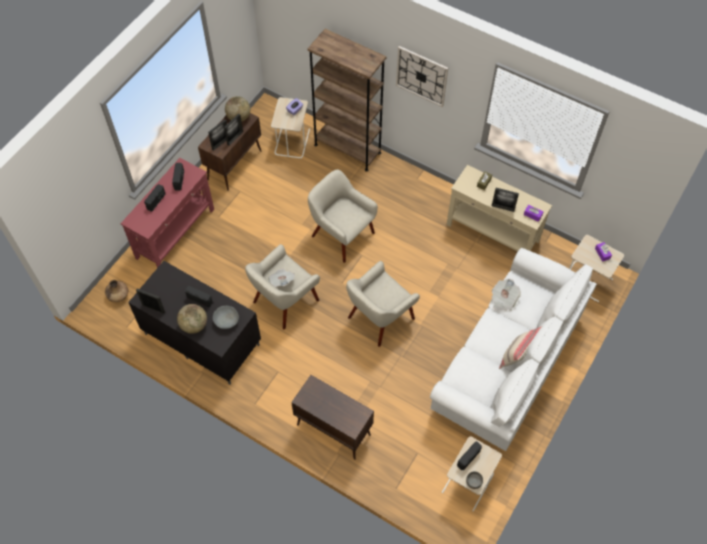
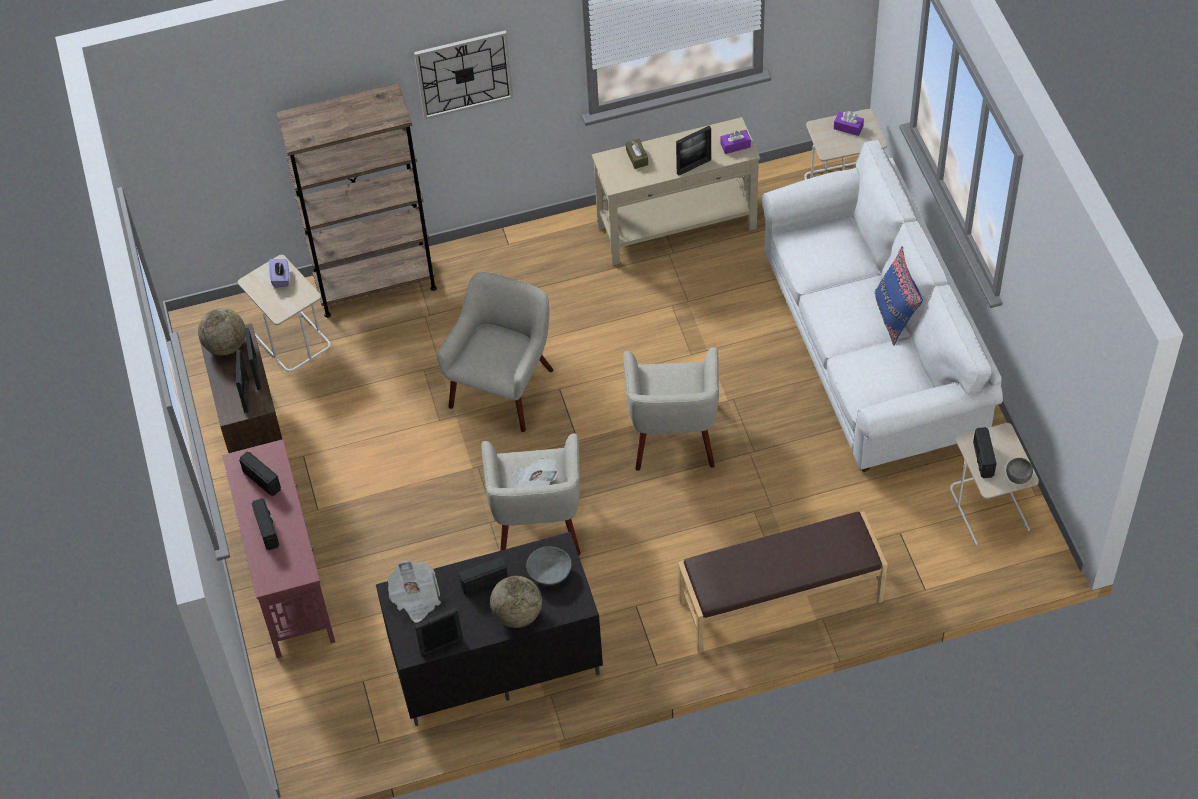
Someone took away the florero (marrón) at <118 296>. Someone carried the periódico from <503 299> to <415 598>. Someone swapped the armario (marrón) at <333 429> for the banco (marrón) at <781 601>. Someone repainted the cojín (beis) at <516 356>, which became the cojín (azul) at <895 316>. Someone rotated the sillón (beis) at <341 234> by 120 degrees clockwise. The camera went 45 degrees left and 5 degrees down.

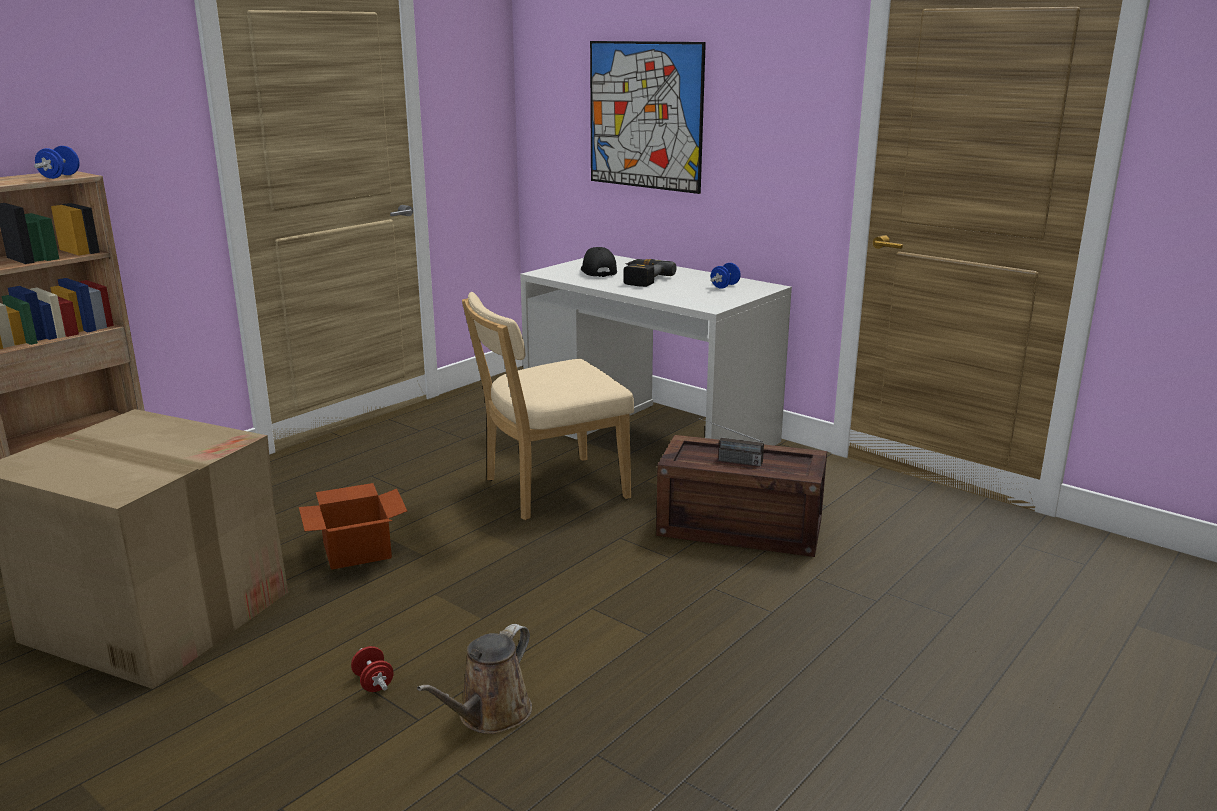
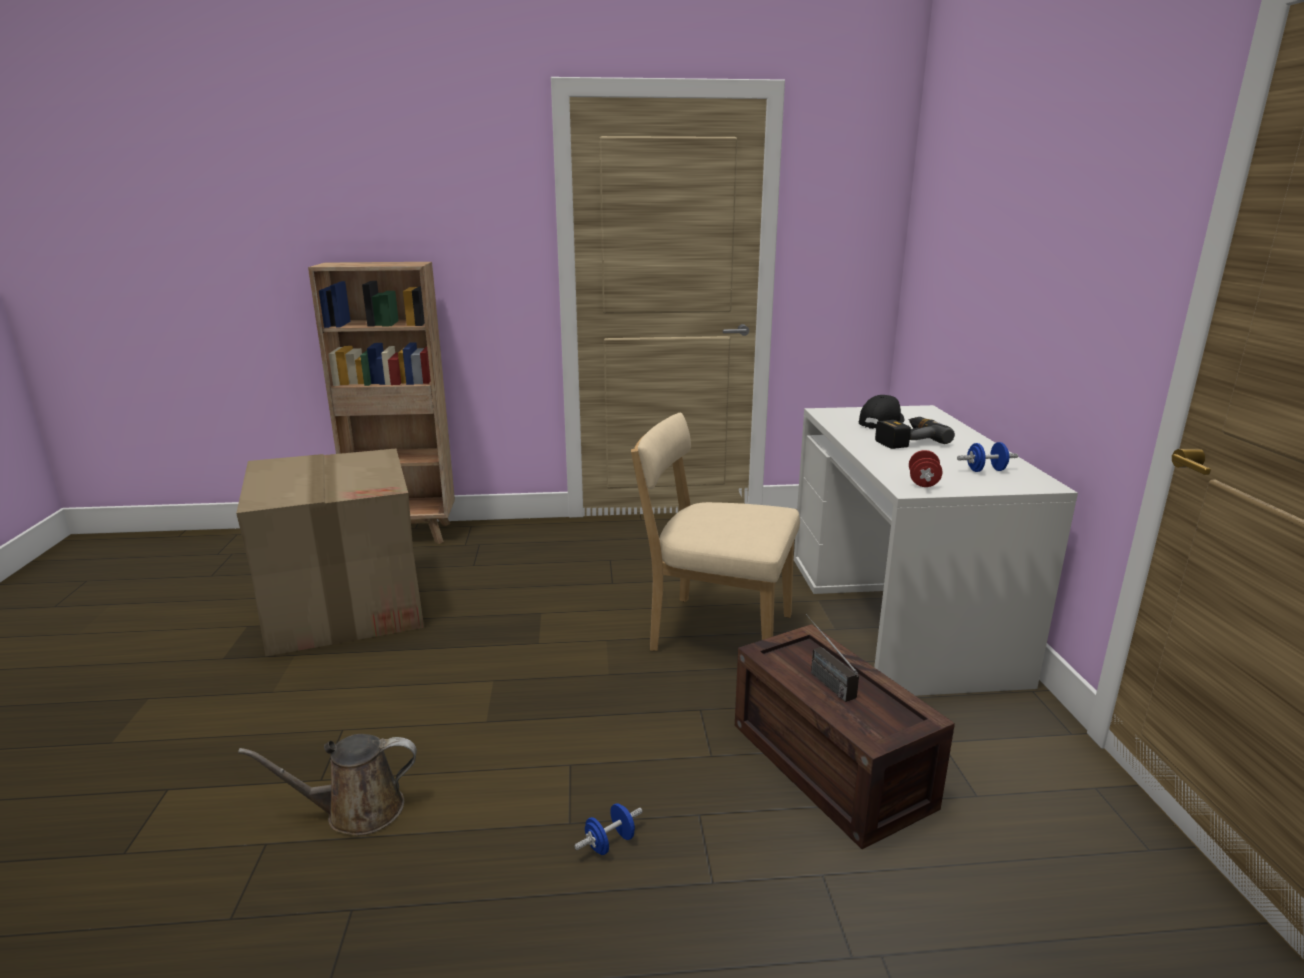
Someone took away the caja de cartón at <358 549>. Someone took away the cuadro at <645 115>. Someone carried the mancuerna (azul) from <60 177> to <610 843>. Someone carried the mancuerna (rojo) from <373 683> to <923 482>. The camera went 45 degrees right and 0 degrees up.

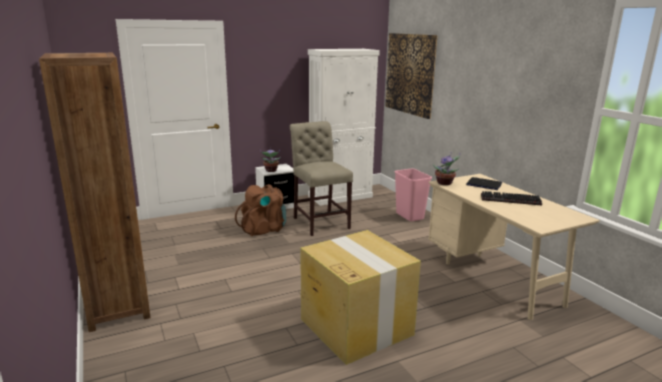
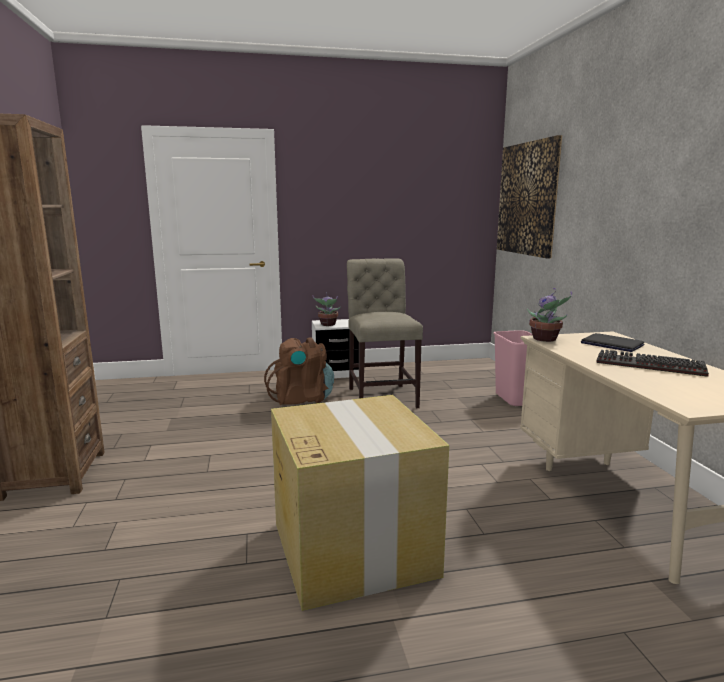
Someone took away the armario (blanco) at <340 196>. The camera went 15 degrees right and 5 degrees down.

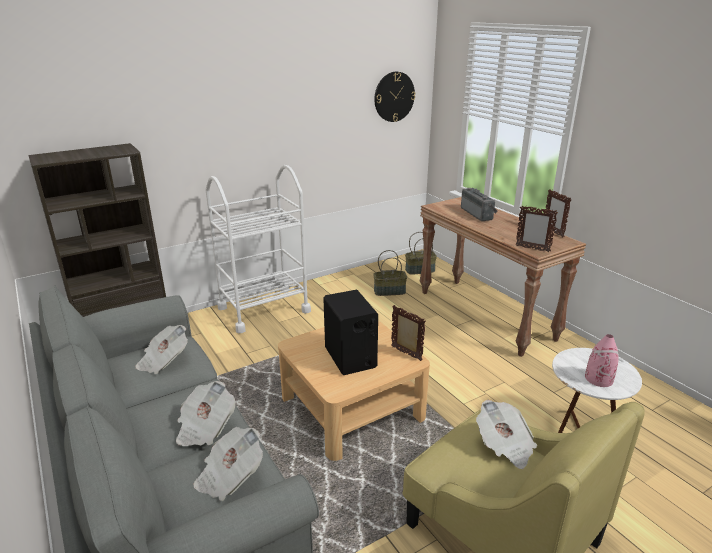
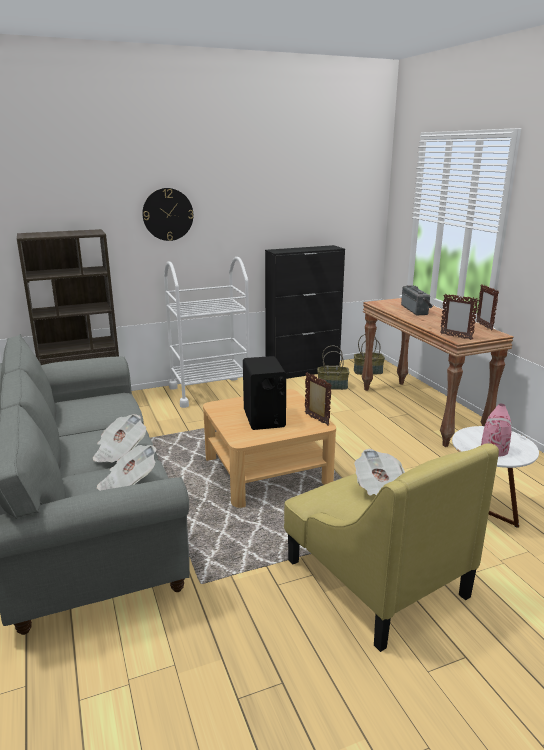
Someone took away the periódico at <163 361>. Someone put down the armario (negro) at <303 371>. Someone carried the reloj de pared from <394 97> to <168 214>. The camera went 10 degrees right and 5 degrees down.

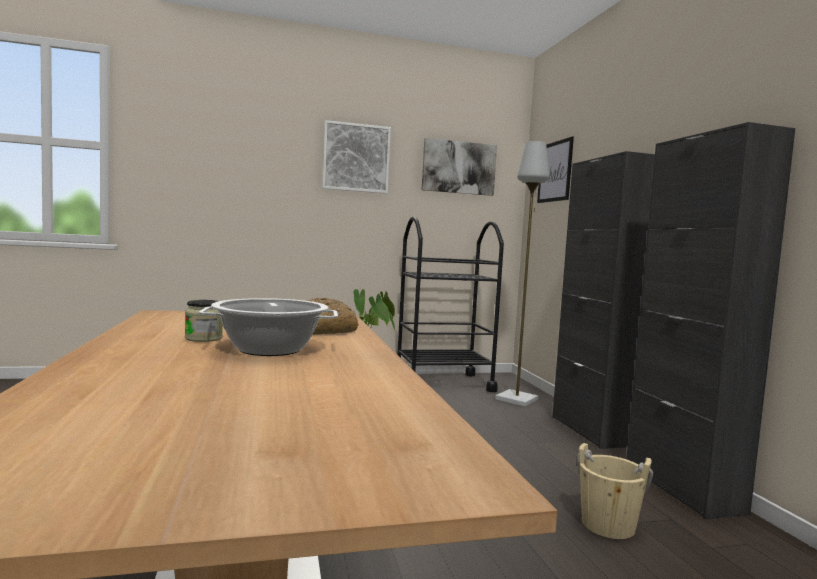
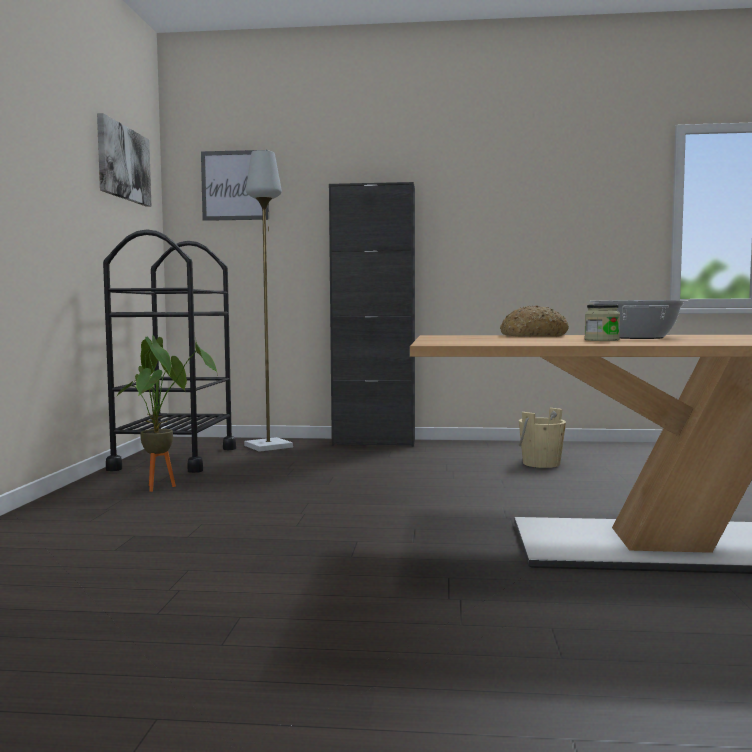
Someone took away the cuadro at <356 158>. Someone took away the armario (negro) at <682 488>. The camera went 70 degrees left and 0 degrees up.

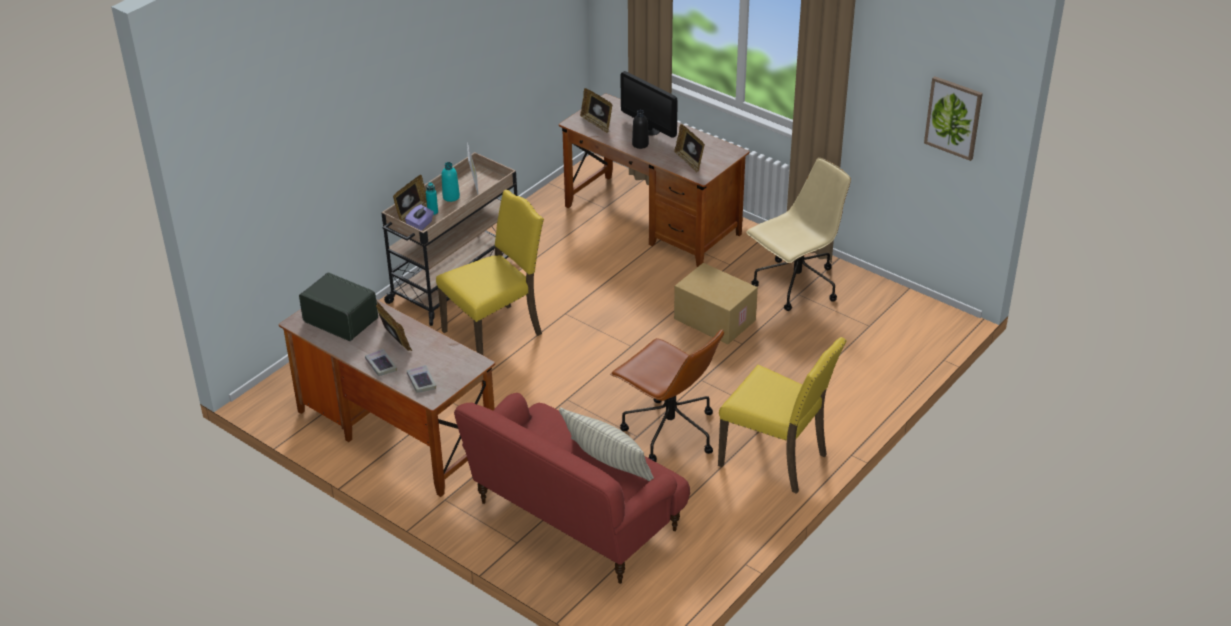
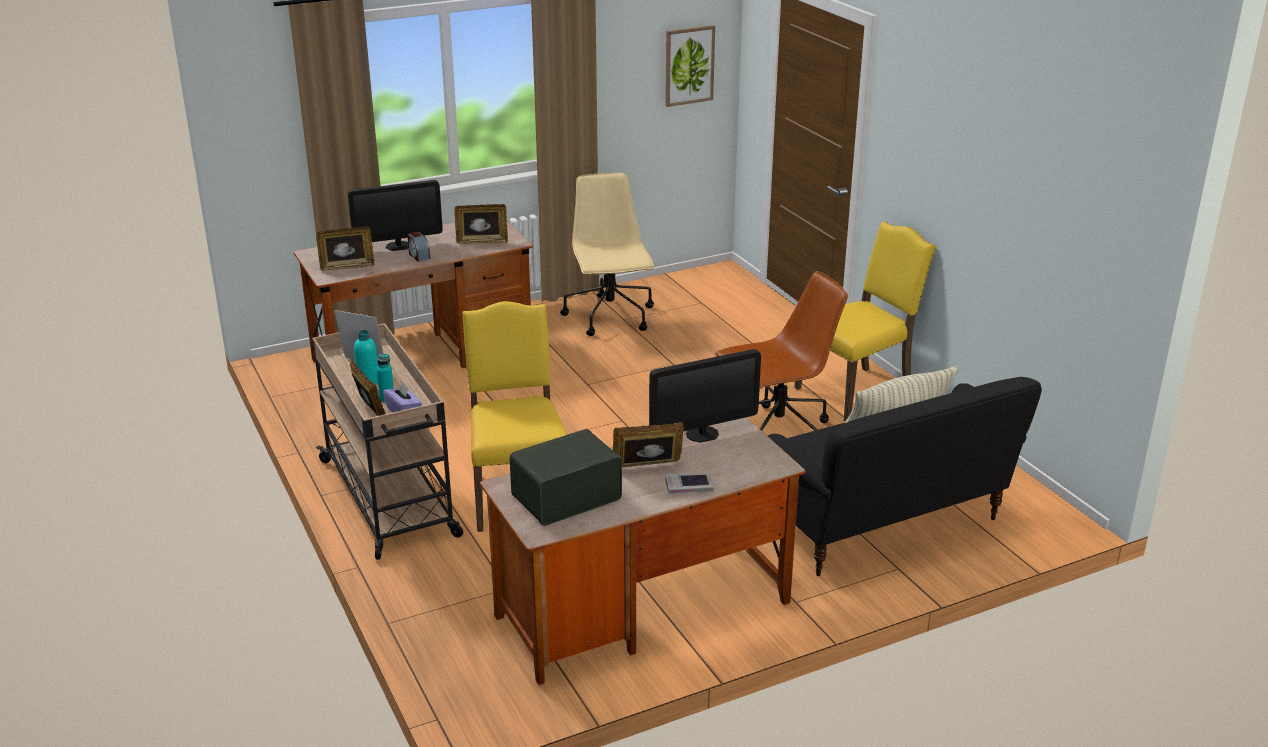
Someone took away the libro at <421 381>. Someone took away the caja de cartón at <713 320>. Someone put down the monitor at <702 434>. Someone swapped the botella (negro) at <640 144> for the despertador at <418 256>. Someone repainted the sofá (rojo) at <575 519>, which became the sofá (negro) at <881 522>. The camera went 65 degrees left and 10 degrees down.

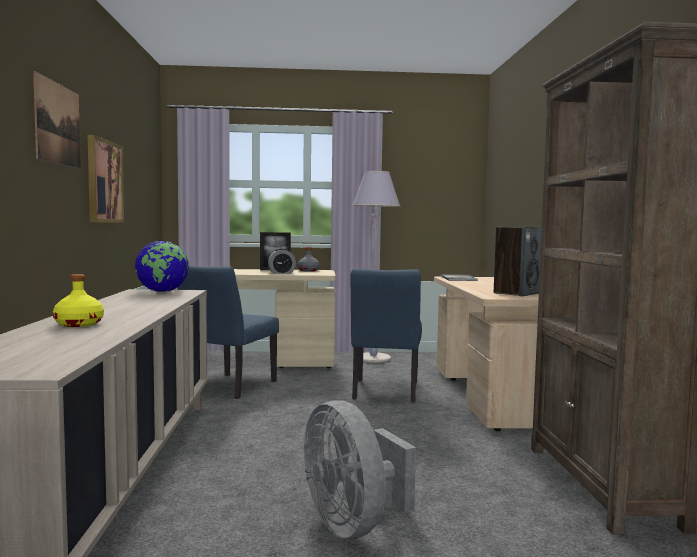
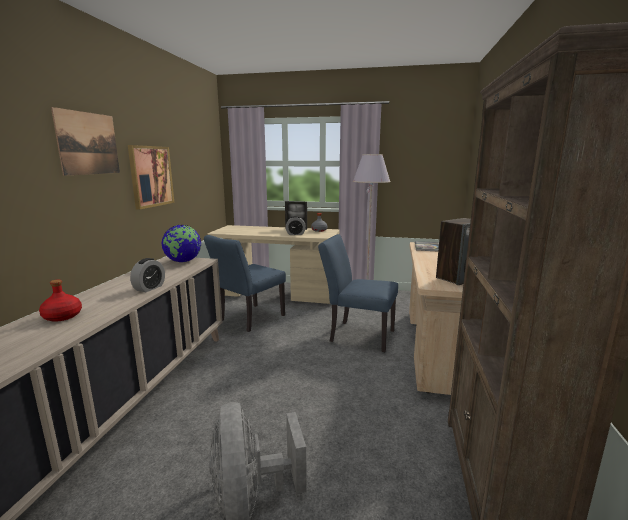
Someone put down the despertador at <149 288>. Someone repainted the botella (amarillo) at <79 324>, which became the botella (rojo) at <63 316>. Someone rotated the silla (azul) at <384 392> by 90 degrees clockwise. The camera went 15 degrees right and 10 degrees up.

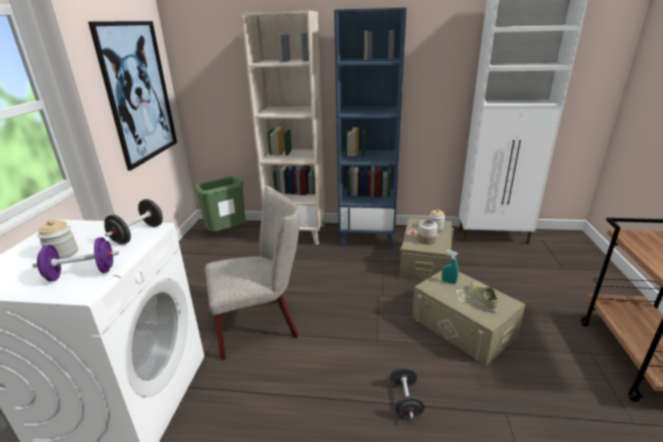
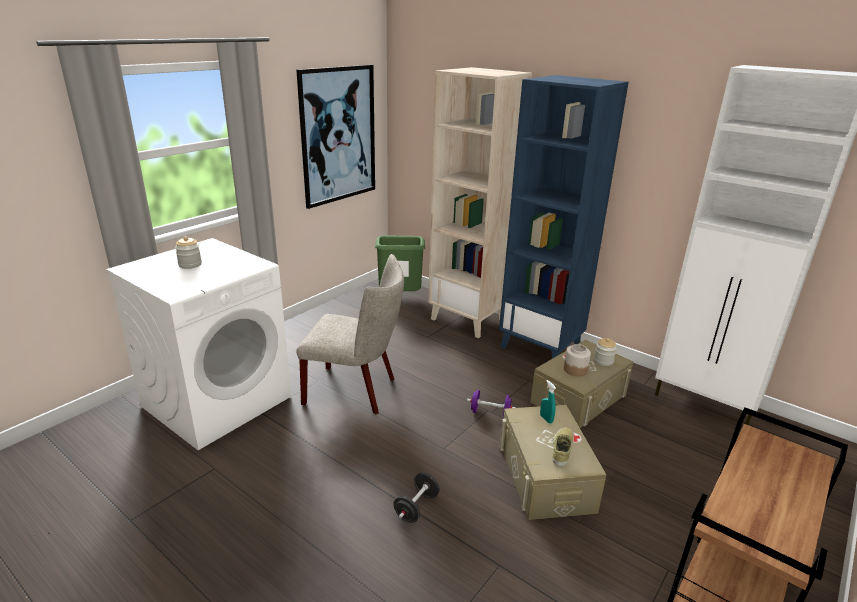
Someone took away the mancuerna (negro) at <138 234>. Someone carried the mancuerna (morado) from <82 274> to <490 413>. The camera went 30 degrees right and 0 degrees up.

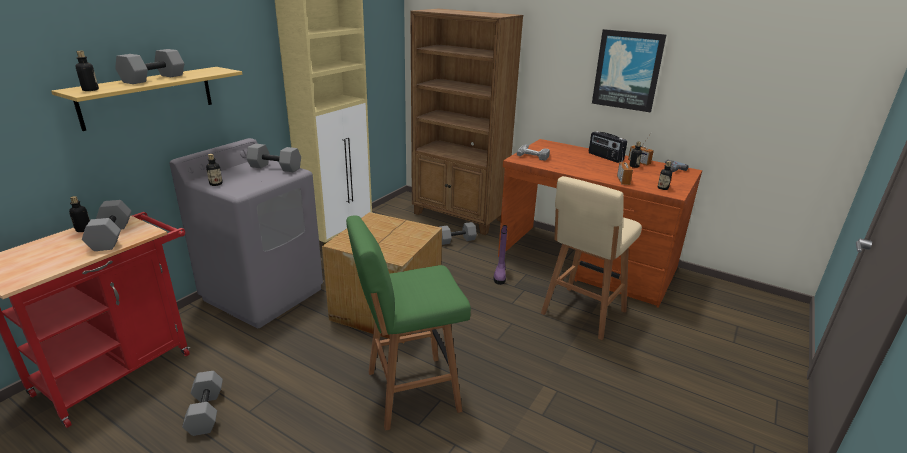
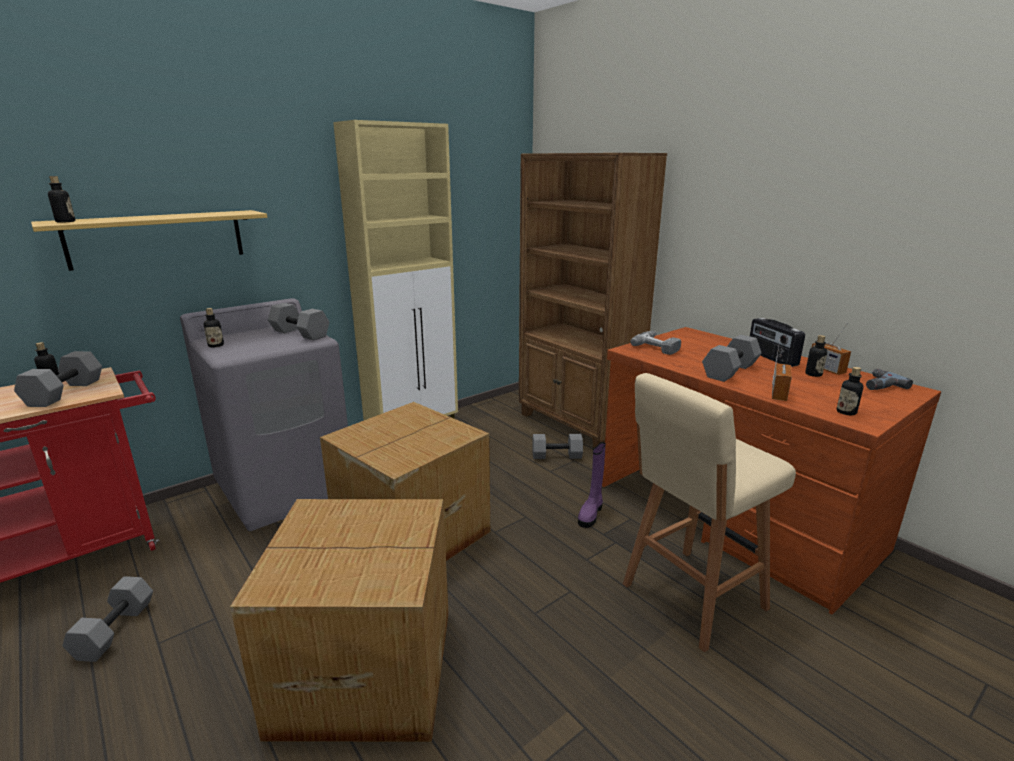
Someone took away the cuadro at <627 70>. Someone carried the mancuerna (gris) from <153 78> to <729 370>. Someone swapped the taburete (verde) at <409 392> for the caja de cartón at <364 667>. The camera went 20 degrees right and 5 degrees down.

